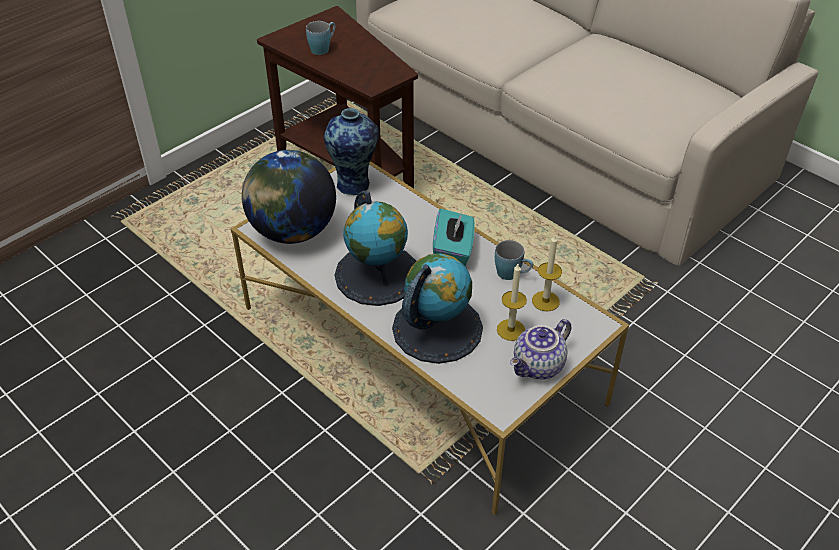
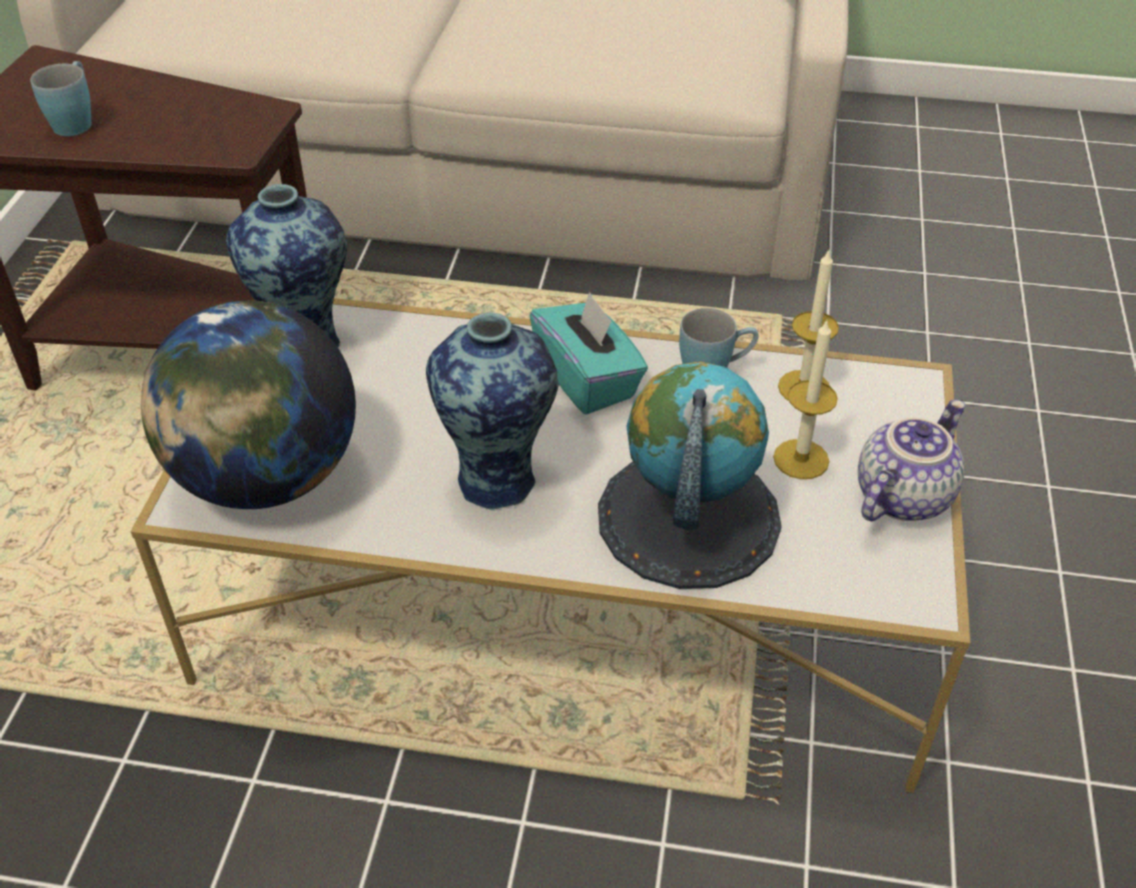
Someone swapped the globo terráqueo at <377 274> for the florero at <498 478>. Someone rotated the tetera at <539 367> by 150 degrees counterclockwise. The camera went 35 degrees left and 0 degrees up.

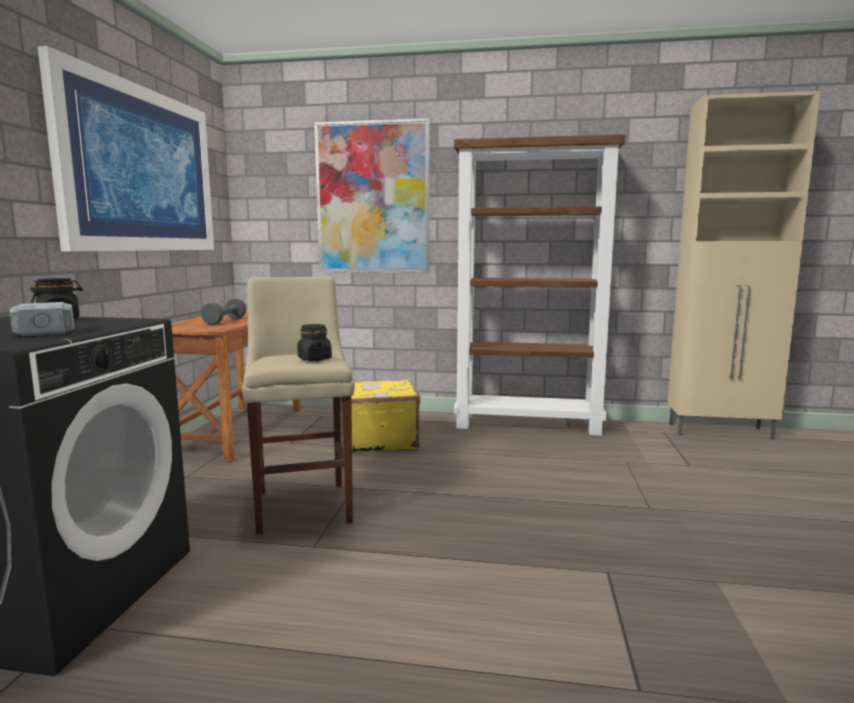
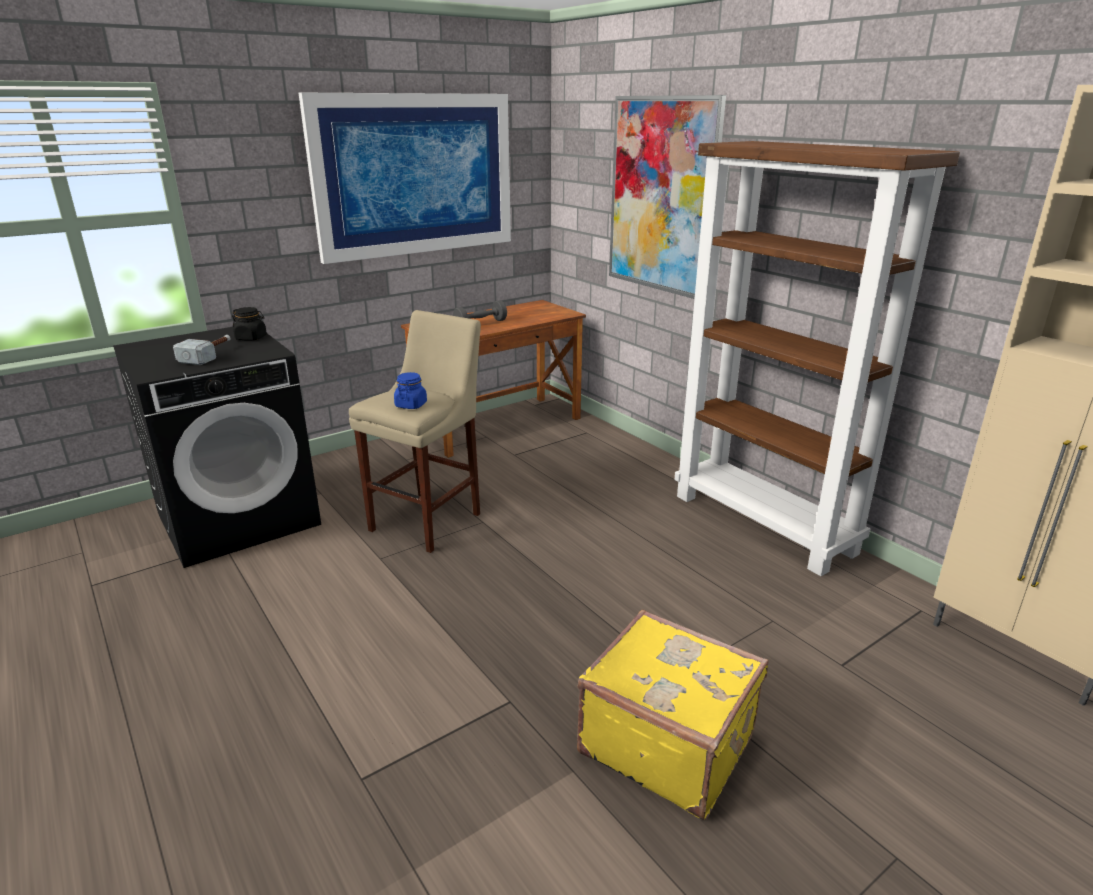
Someone carried the maleta (amarillo) from <376 440> to <667 742>. Someone repainted the tarro (negro) at <314 359>, which became the tarro (azul) at <411 405>. The camera went 45 degrees right and 15 degrees up.

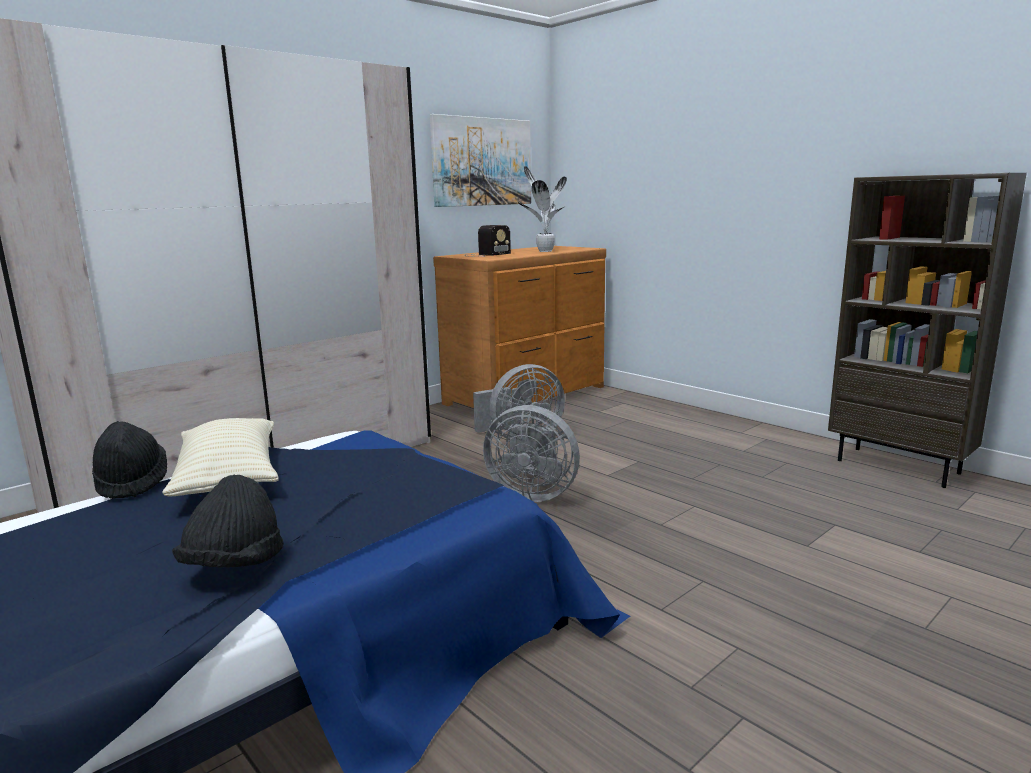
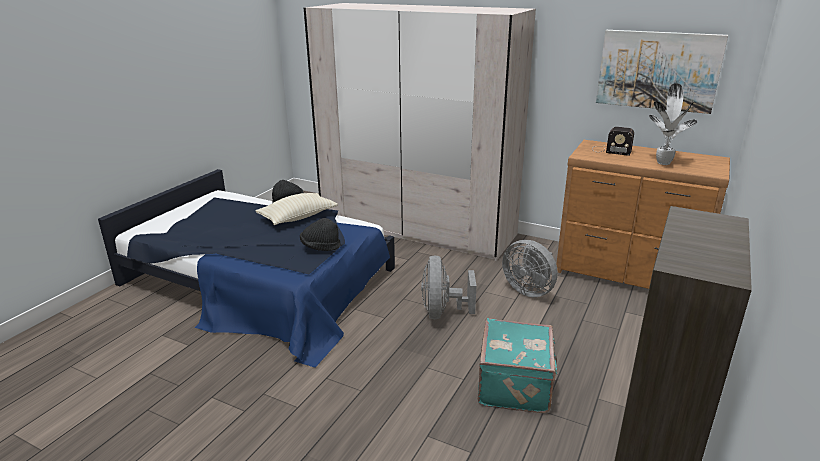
Someone put down the maleta (turquesa) at <516 385>. Someone carried the sombrero (negro) from <234 565> to <320 247>. The camera went 70 degrees right and 10 degrees up.

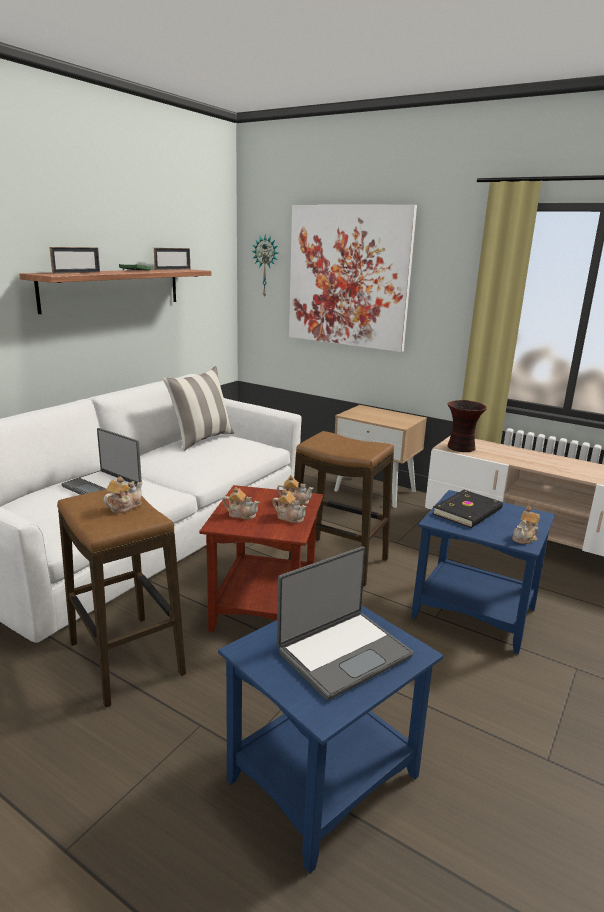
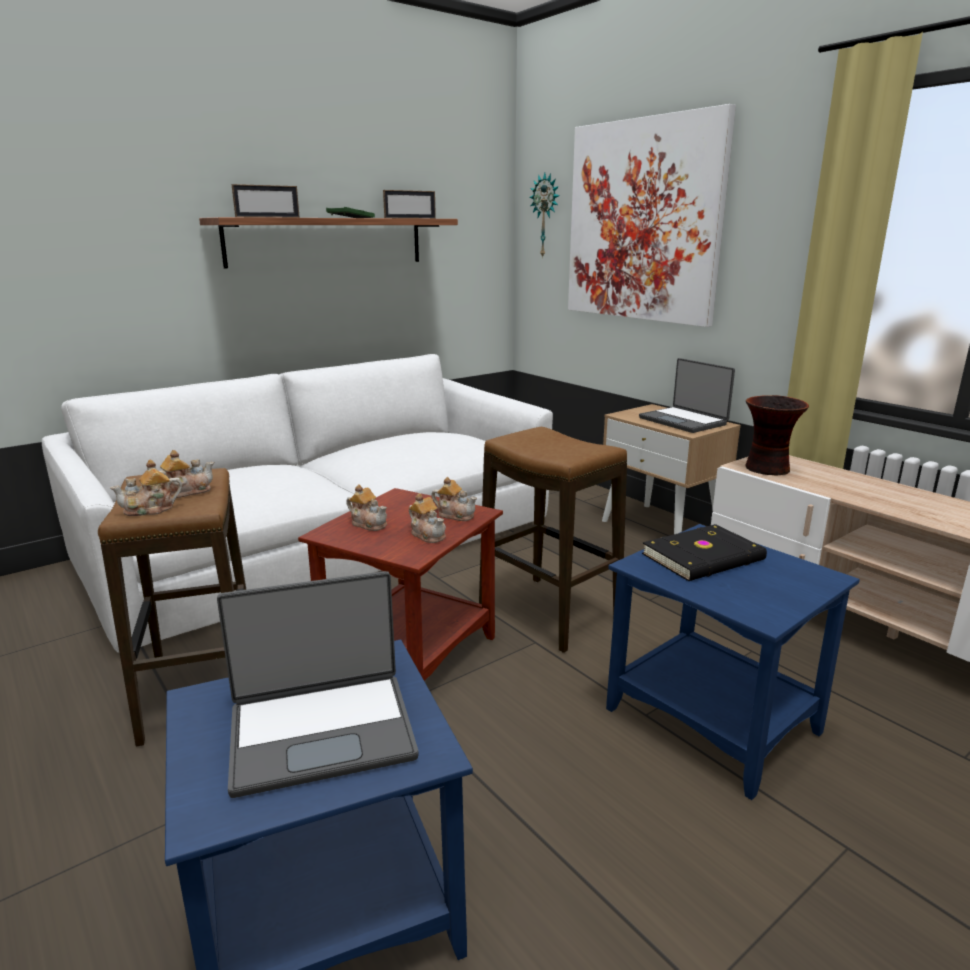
Someone took away the cojín at <201 439>. Someone carried the portátil from <103 487> to <684 421>. Someone carried the tetera from <525 538> to <150 509>. The camera went 20 degrees right and 0 degrees up.

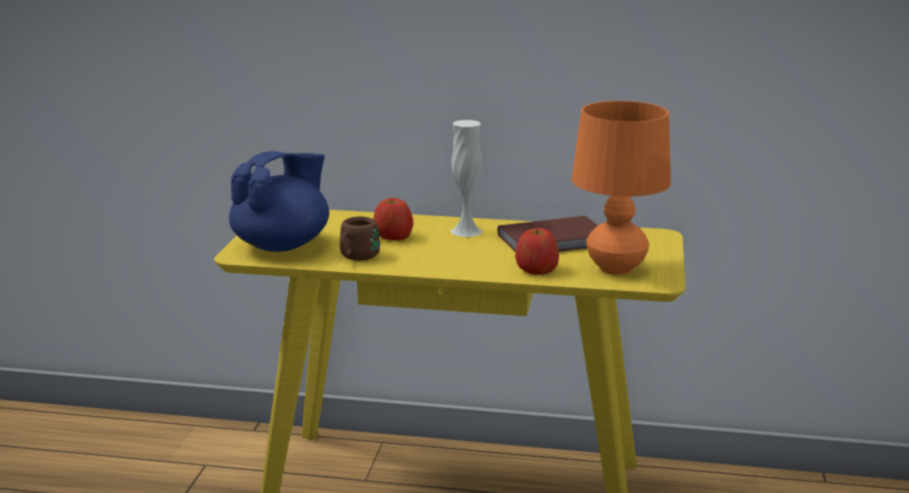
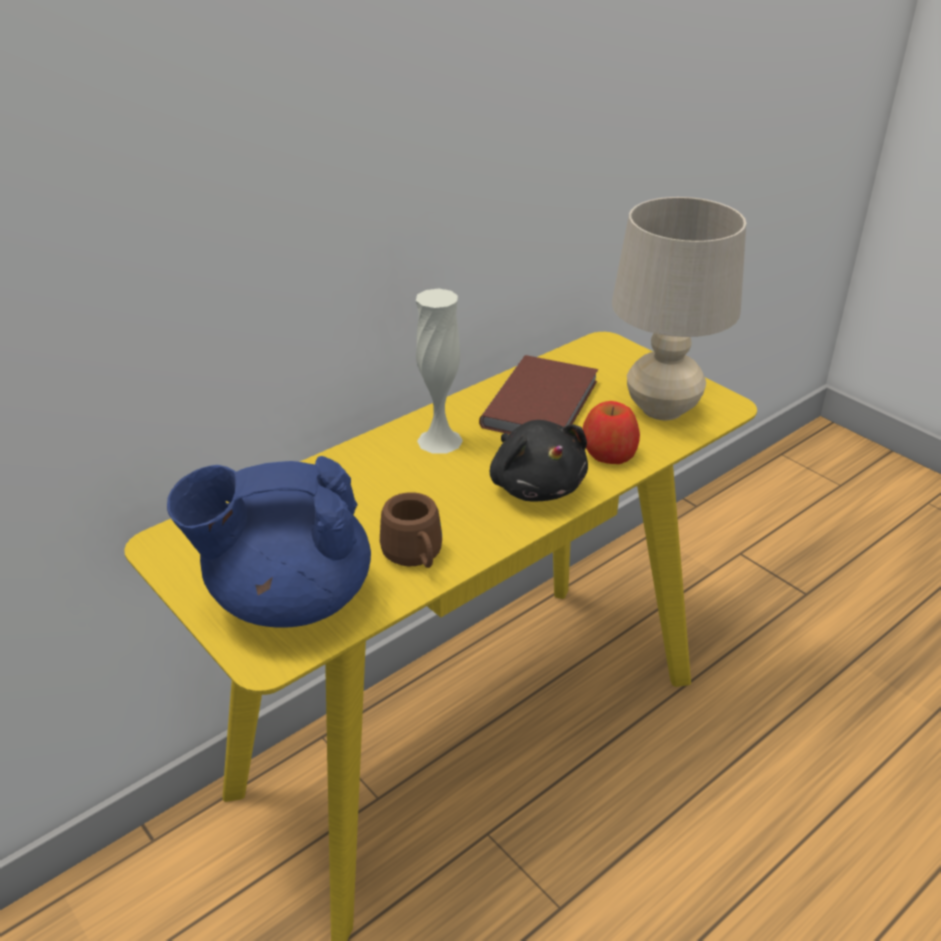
Someone took away the manzana at <393 236>. Someone put down the peluche (negro) at <536 485>. Someone repainted the lámpara de mesa (naranja) at <615 268>, which became the lámpara de mesa (beis) at <661 409>. Someone rotated the tetera (azul) at <282 245> by 90 degrees counterclockwise. The camera went 50 degrees left and 15 degrees up.

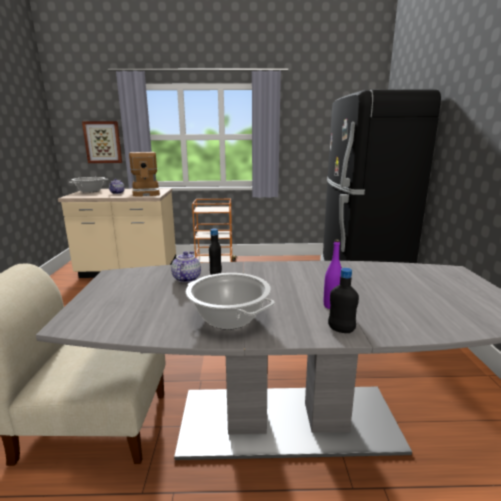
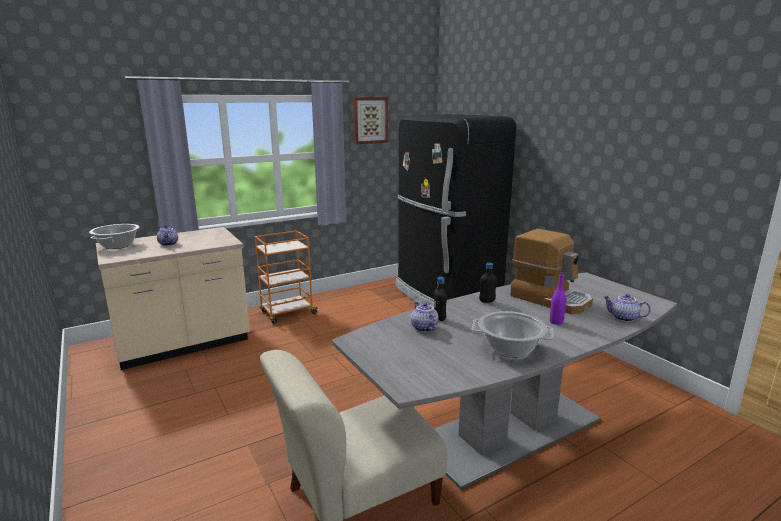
Someone put down the tetera at <623 318>. Someone carried the cuadro from <103 142> to <370 120>. Someone carried the cafetera from <146 192> to <550 299>. Someone carried the botella (negro) from <341 330> to <487 301>. The camera went 30 degrees left and 0 degrees up.

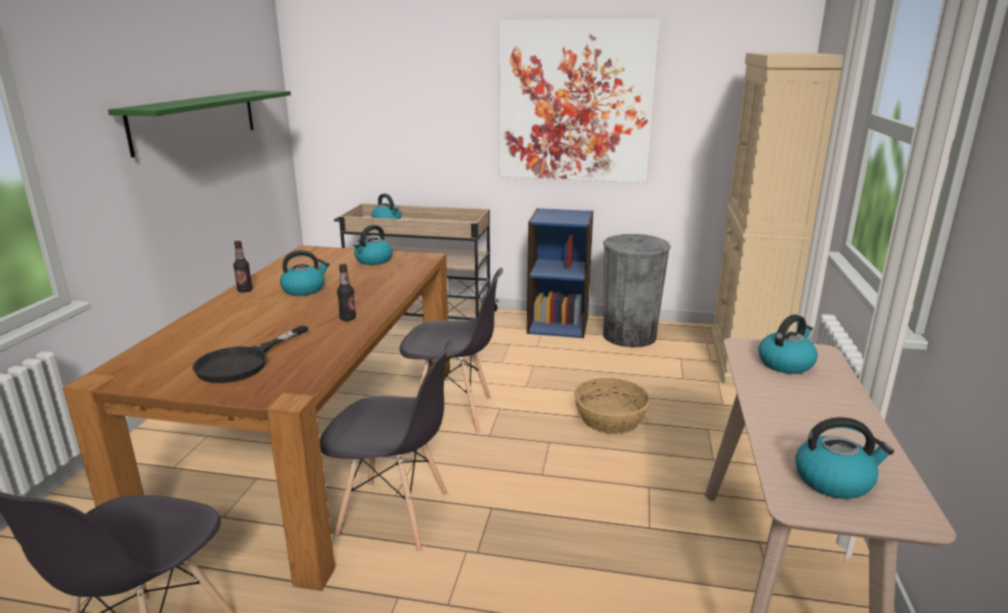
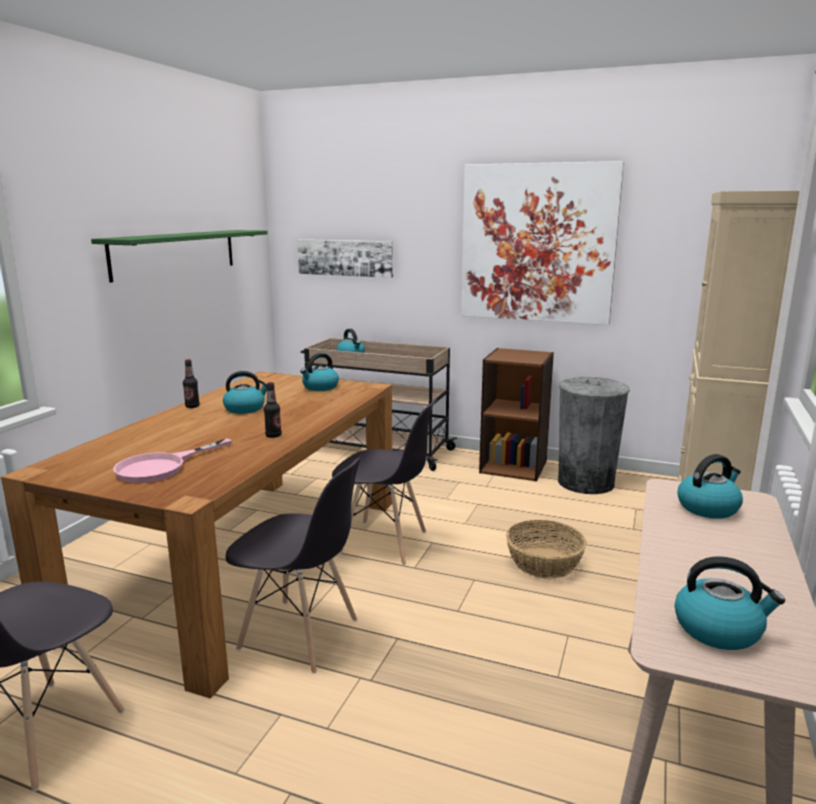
Someone put up the cuadro at <345 257>. Someone repainted the sartén (negro) at <243 362>, which became the sartén (rosa) at <162 467>. Someone repainted the estantería (azul) at <558 324>, which became the estantería (marrón) at <514 466>. The camera went 10 degrees right and 5 degrees down.

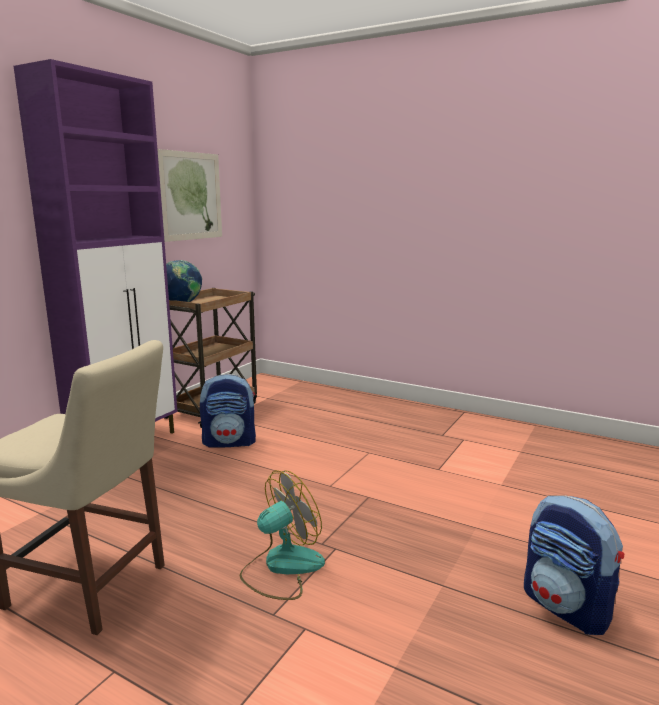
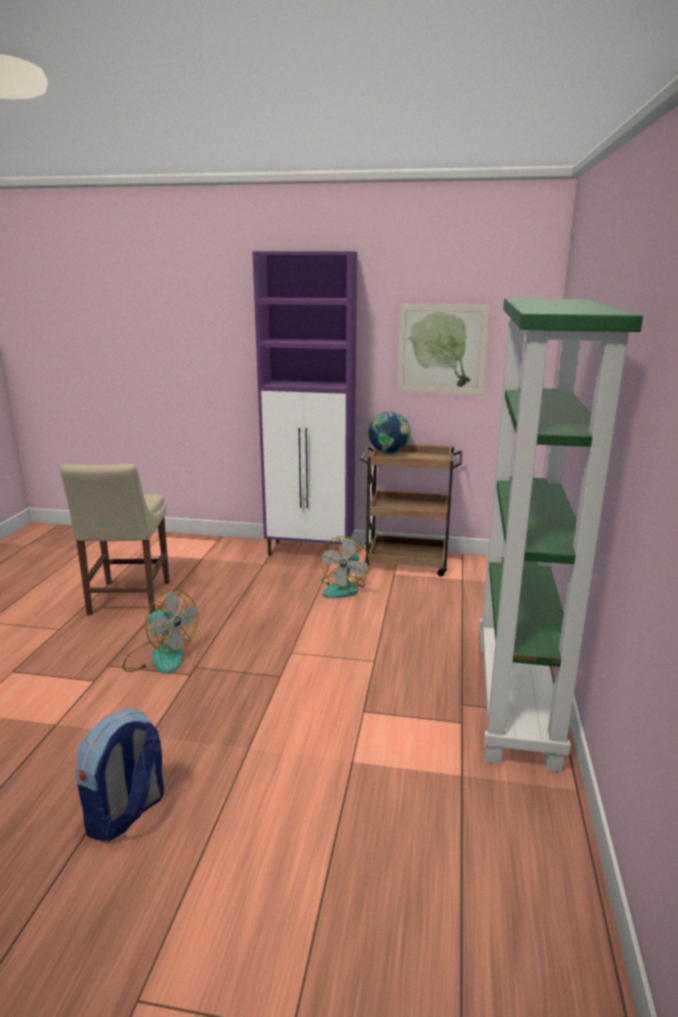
Someone put down the estantería (verde) at <517 700>. Someone swapped the mochila at <230 442> for the ventilador at <344 588>. The camera went 70 degrees right and 5 degrees up.

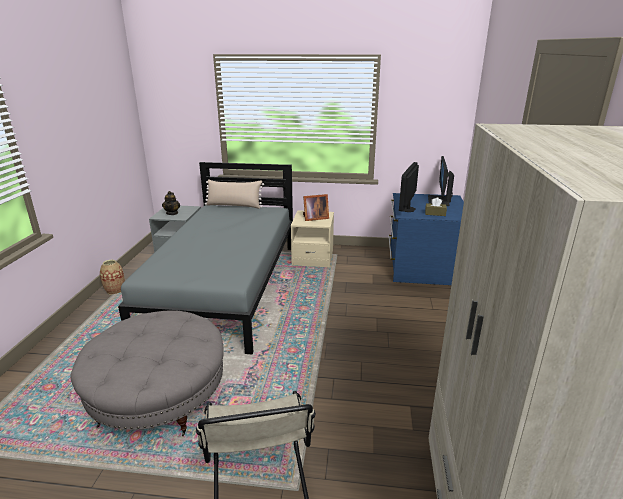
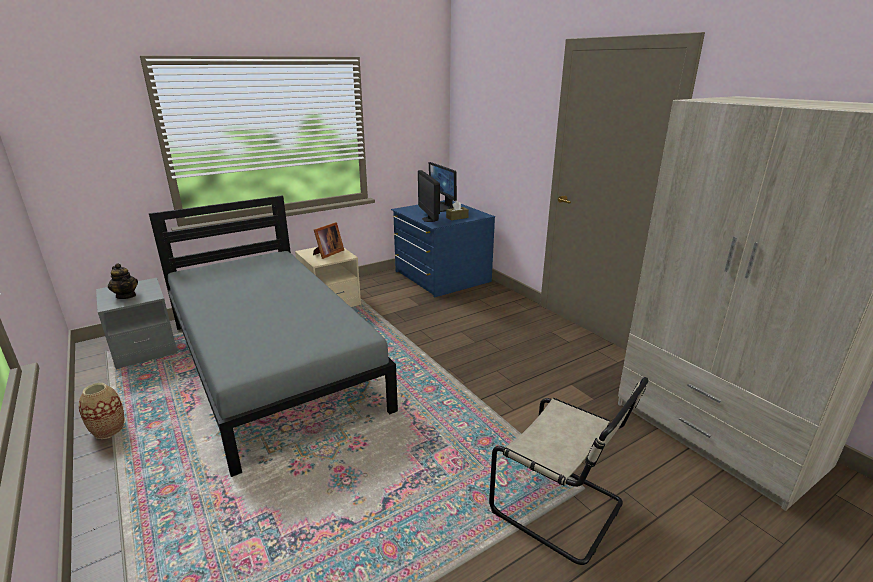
Someone took away the puf (gris) at <159 398>. Someone took away the cojín (beis) at <234 206>. The camera went 40 degrees left and 0 degrees up.

